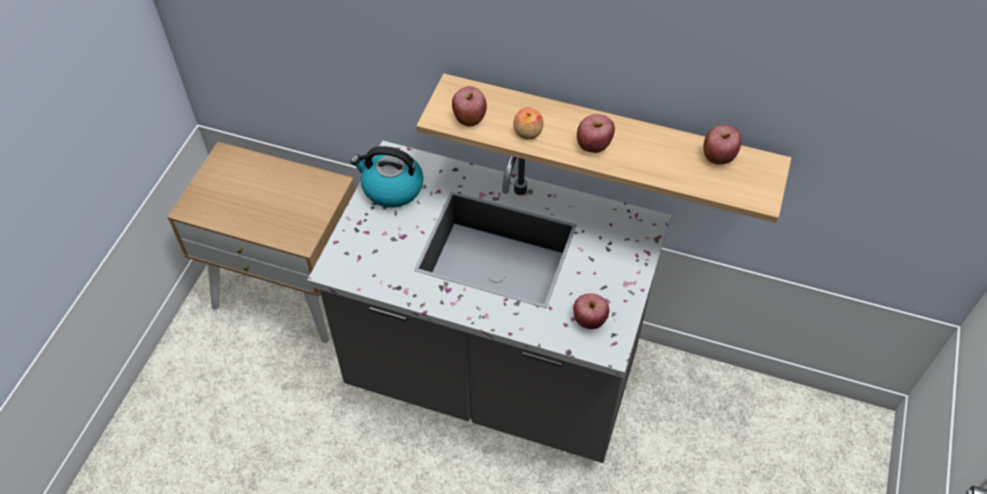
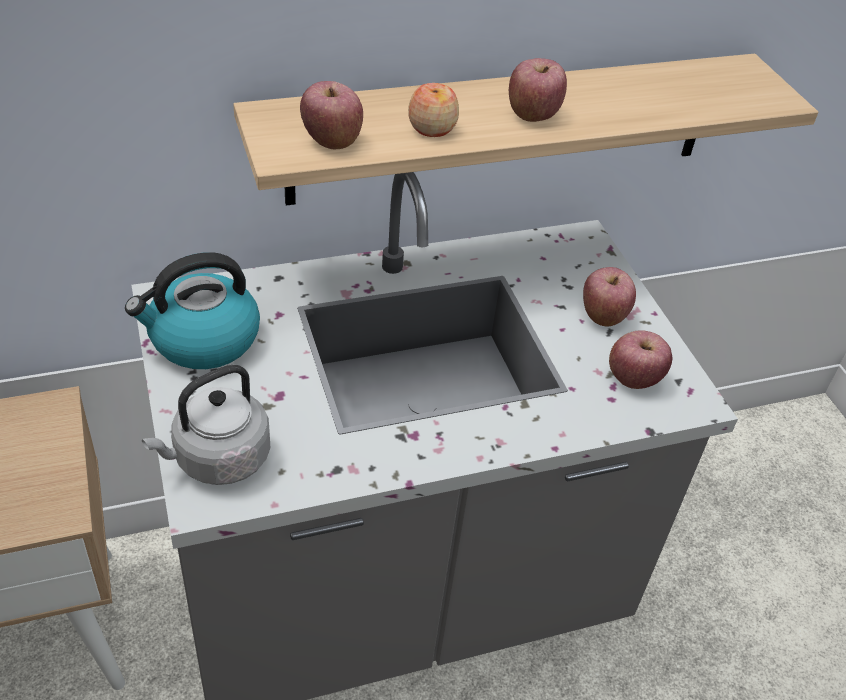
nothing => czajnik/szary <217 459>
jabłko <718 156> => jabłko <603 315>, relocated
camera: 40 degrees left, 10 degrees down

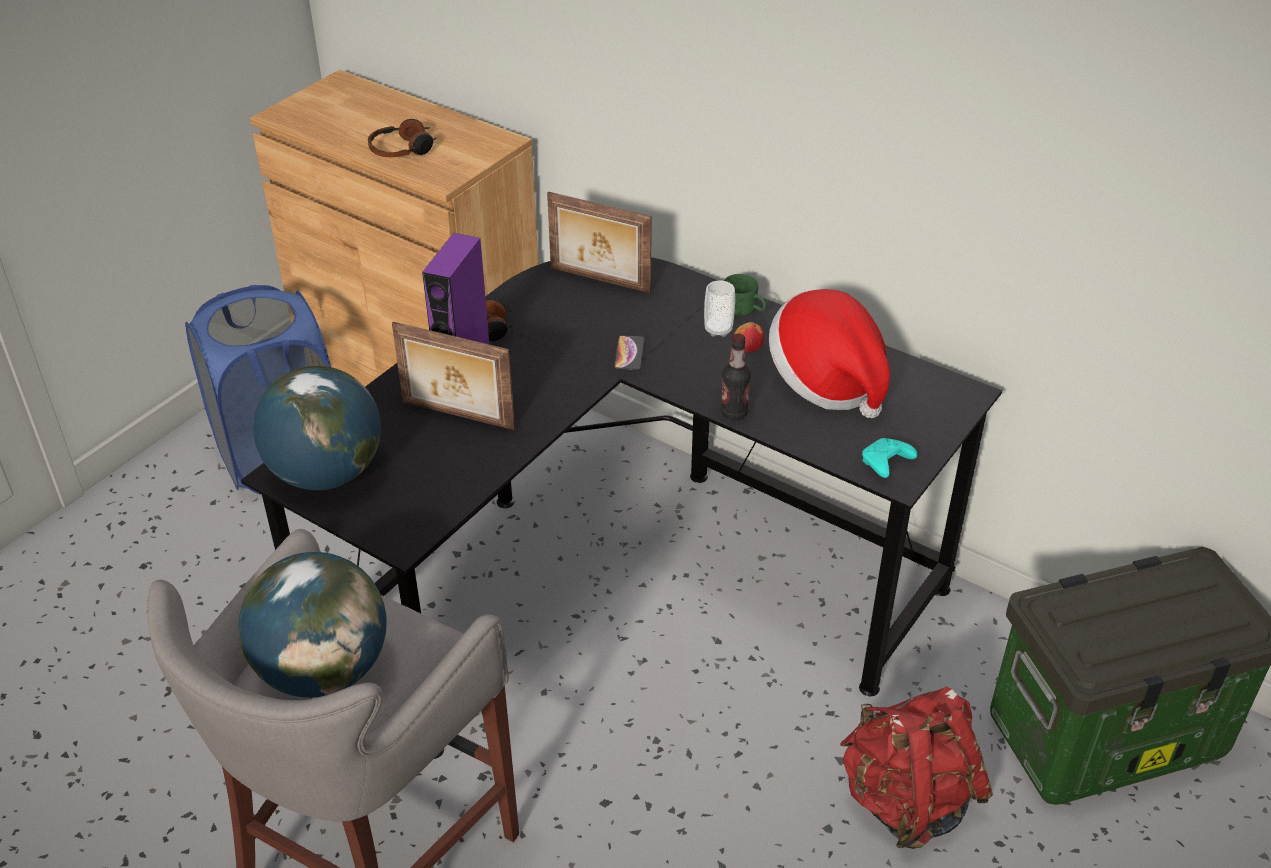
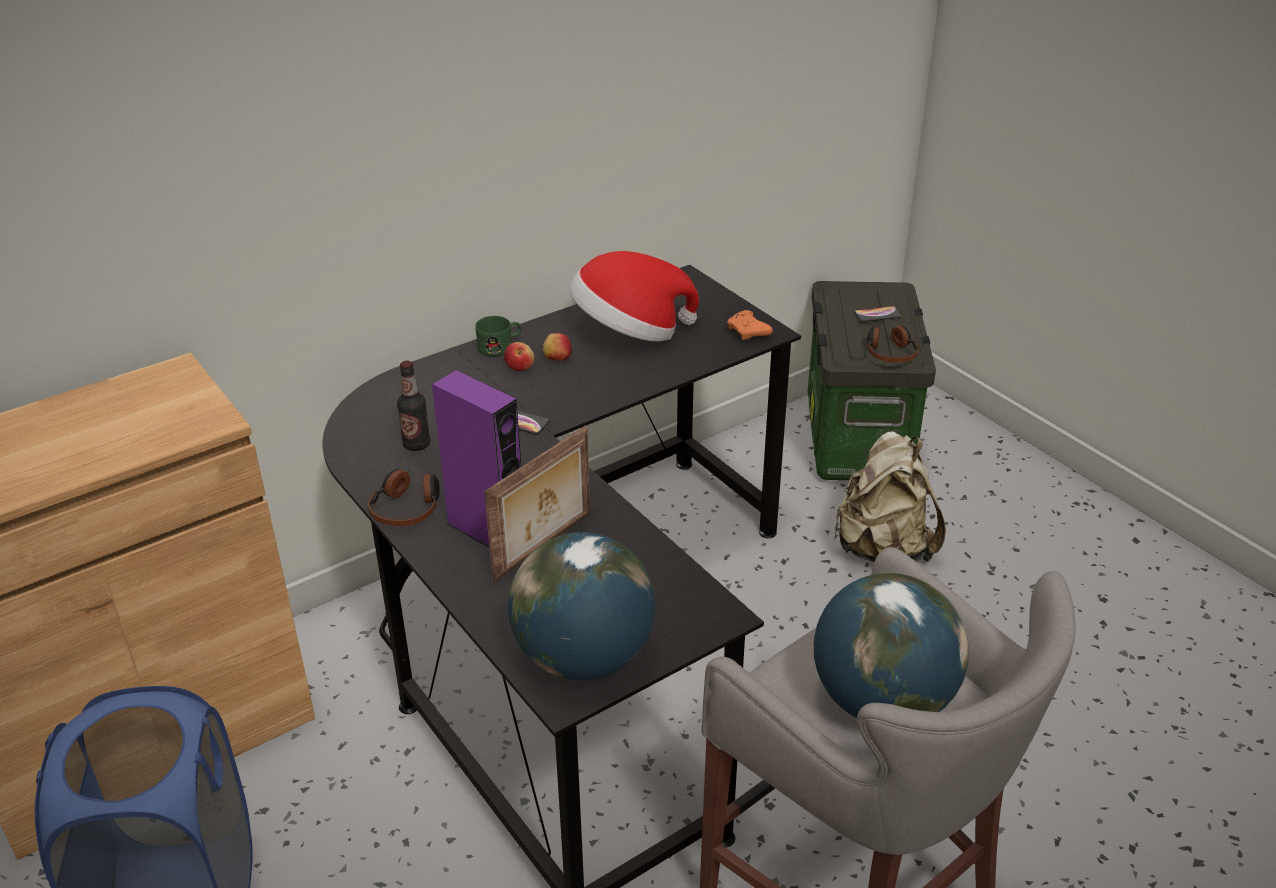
ramka na zdjęcie <599 280> => nothing
nothing => telefon <877 315>
słuchawki <403 149> => słuchawki <890 352>, relocated
butelka <734 413> => butelka <416 444>, relocated
filiżanka <718 330> => jabłko <520 366>
plecak/czerwony <906 801> => plecak/beżowy <883 548>
pad do gier/turkusowy <885 464> => pad do gier/pomarańczowy <748 332>
camera: 70 degrees left, 5 degrees down

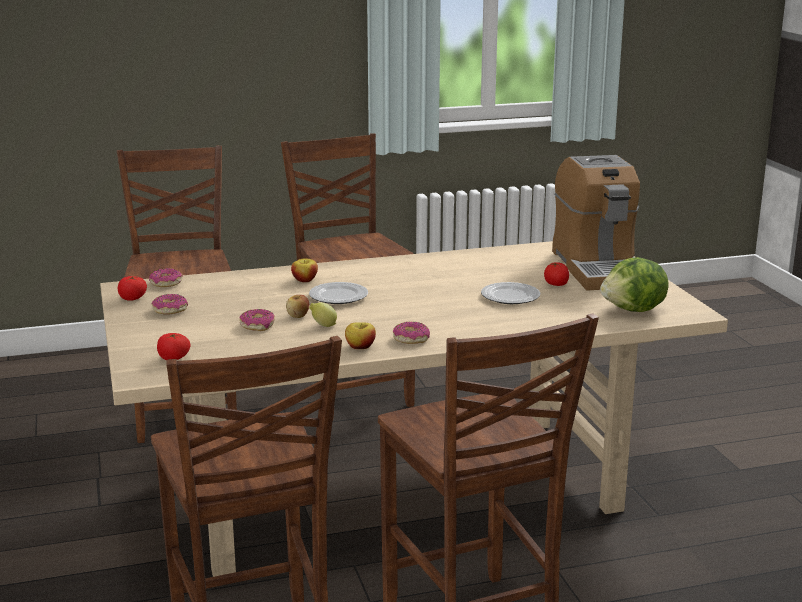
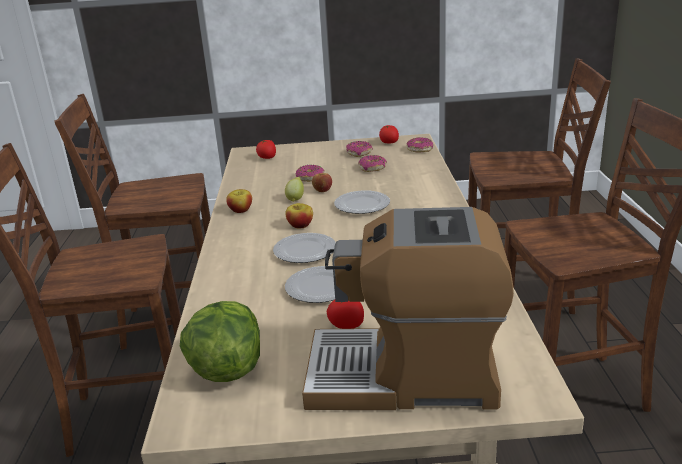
nothing => talerz <305 251>
jabłko <304 280> => jabłko <300 225>, relocated
donut <411 339> => donut <372 168>, relocated
camera: 105 degrees right, 5 degrees up

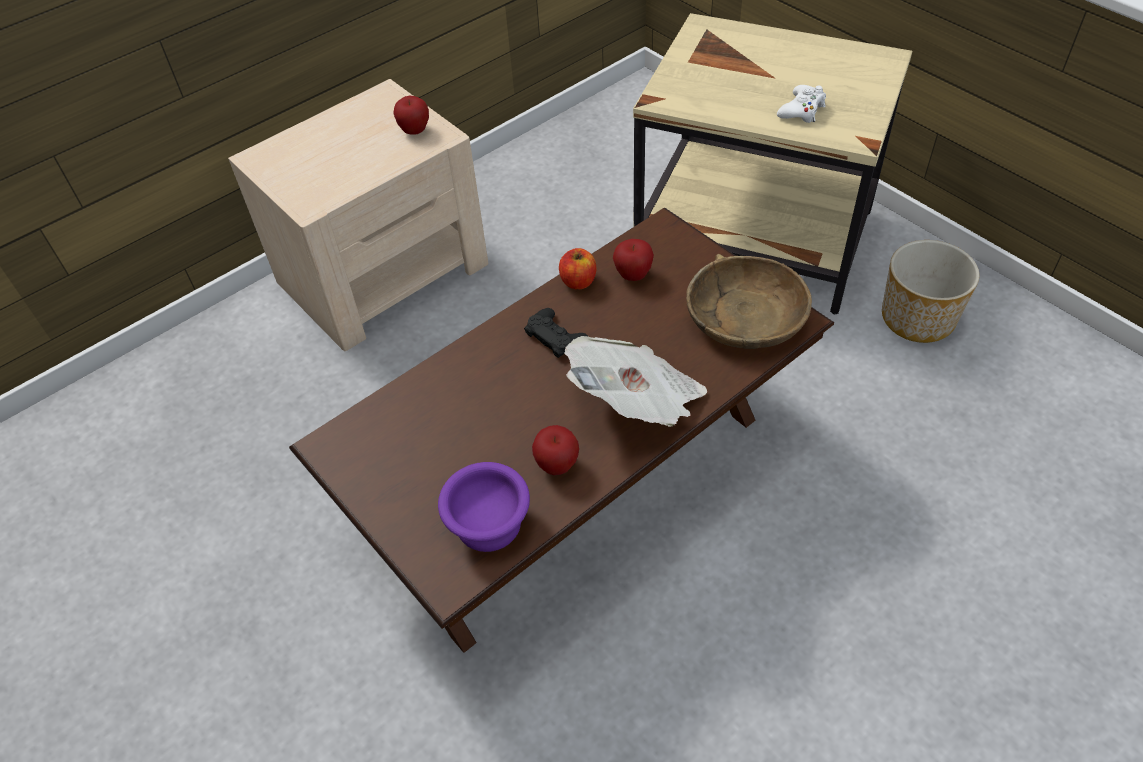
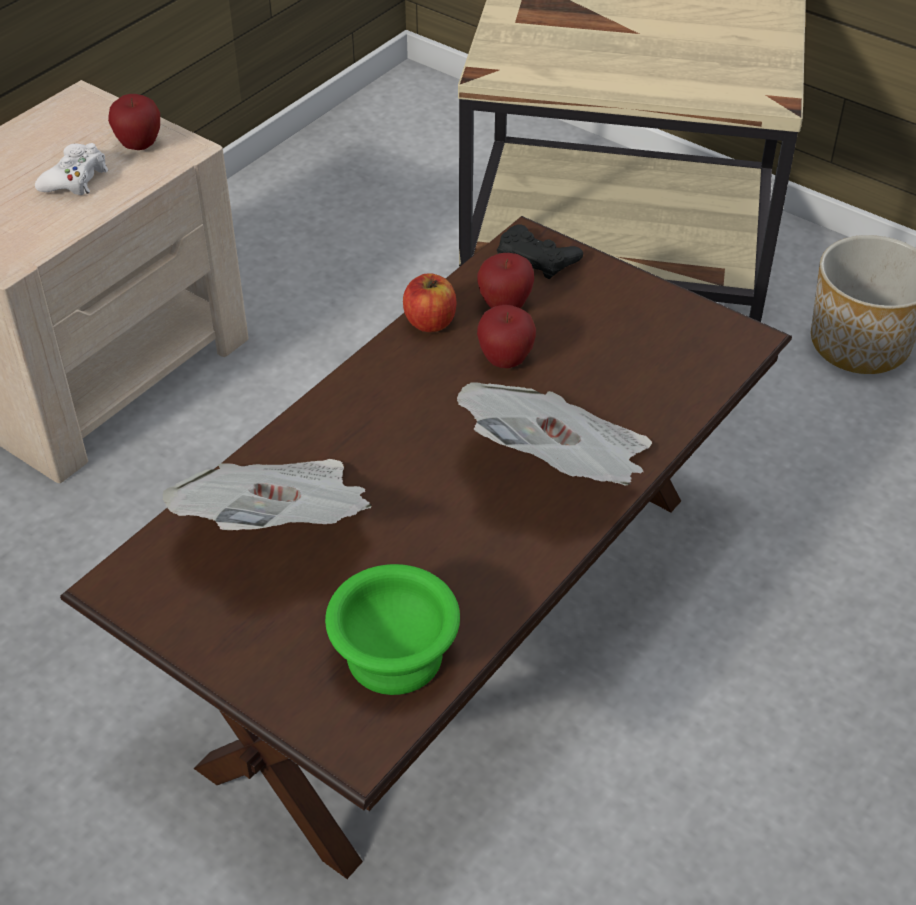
miska/brązowy <744 317> => nothing
nothing => gazeta <280 528>
pad do gier/czarny <555 337> => pad do gier/czarny <537 257>, relocated
jabłko <557 465> => jabłko <505 360>, relocated
pad do gier/biały <802 110> => pad do gier/biały <75 179>, relocated
miska/fioletowy <487 521> => miska/zielony <392 653>
camera: 15 degrees left, 5 degrees down

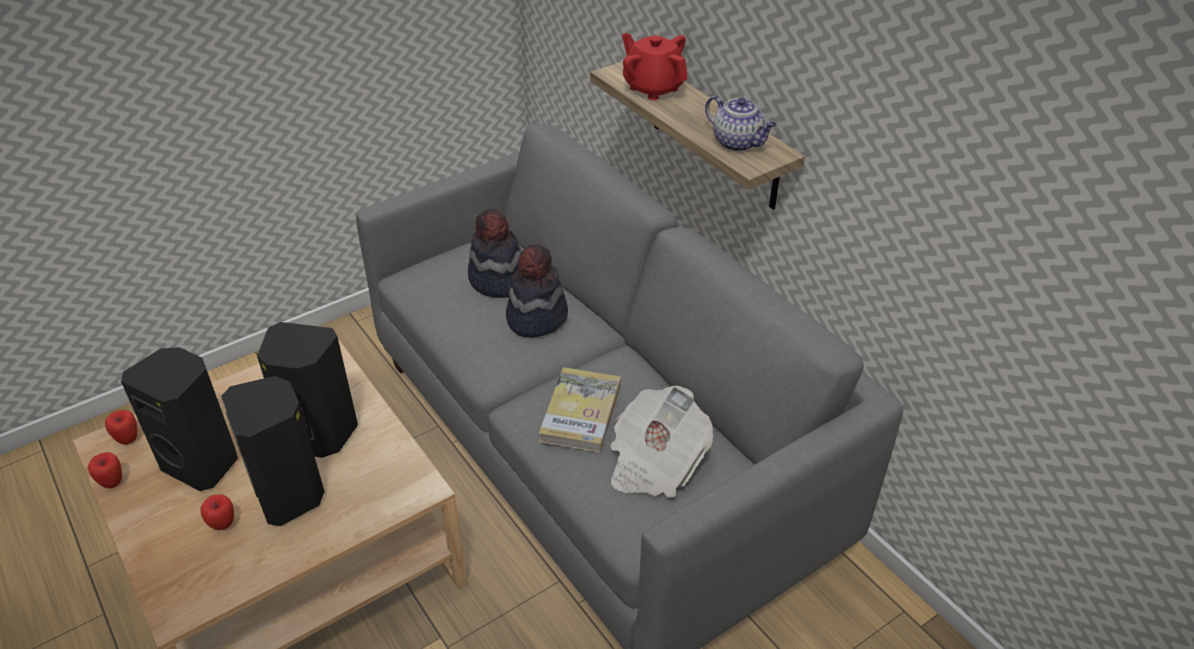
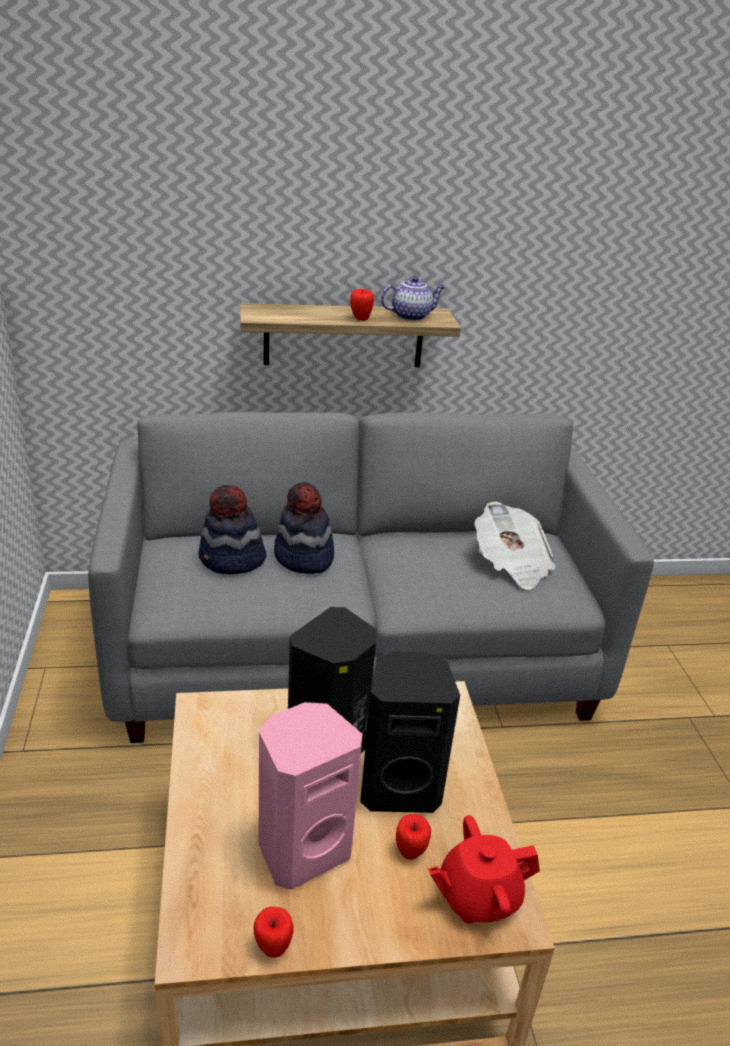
książka <581 413> => nothing
jabłko <128 439> => jabłko <360 319>, relocated
imbryk/czerwony <653 88> => imbryk/czerwony <477 897>, relocated
głośnik/czarny <203 463> => głośnik/różowy <302 849>
camera: 65 degrees left, 10 degrees down

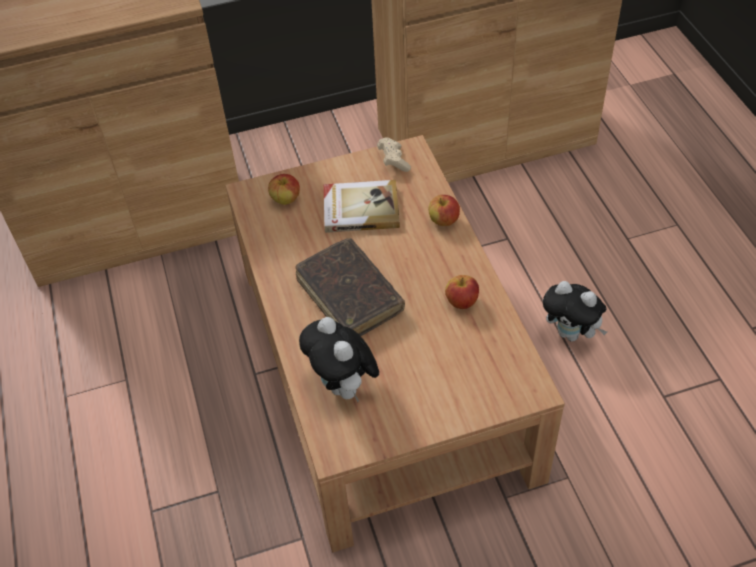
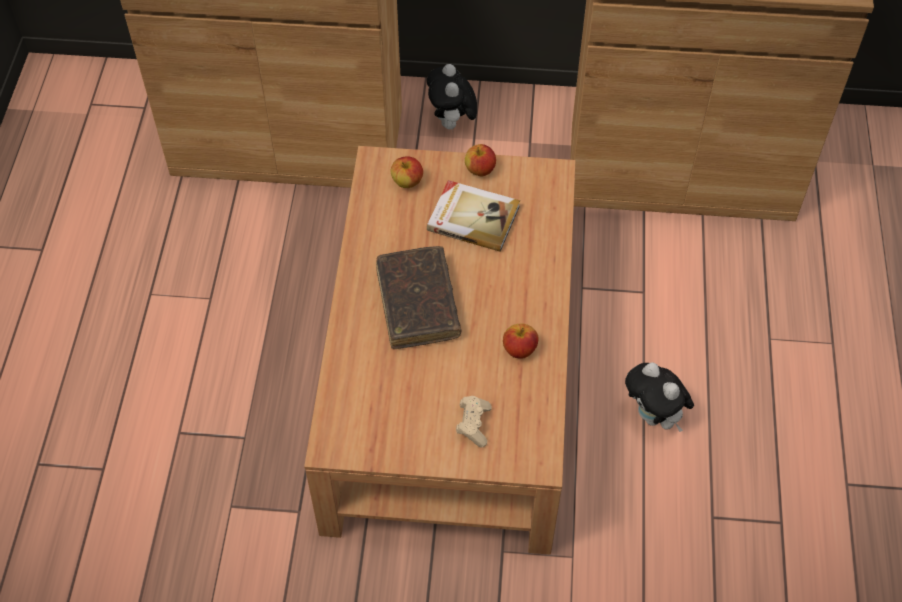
pluszak <343 386> => pluszak <452 123>, relocated
pad do gier/beżowy <393 160> => pad do gier/beżowy <473 425>, relocated
jabłko <443 221> => jabłko <480 170>, relocated
camera: 20 degrees right, 5 degrees up

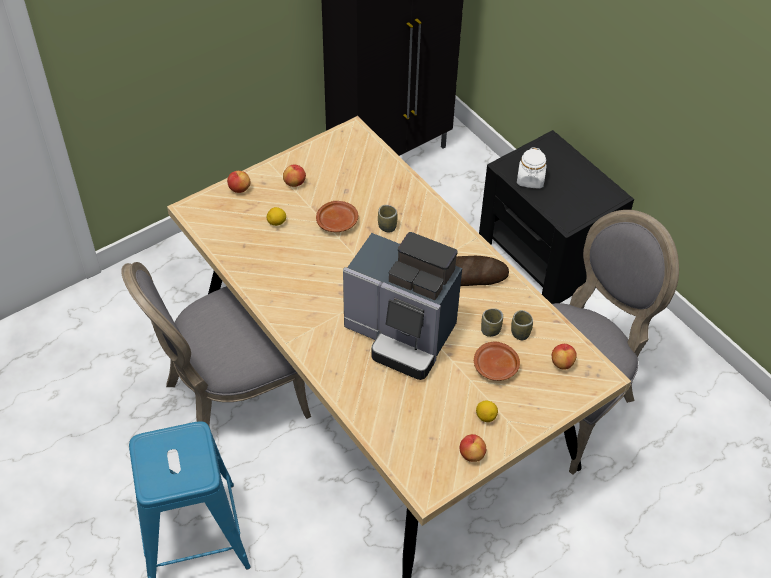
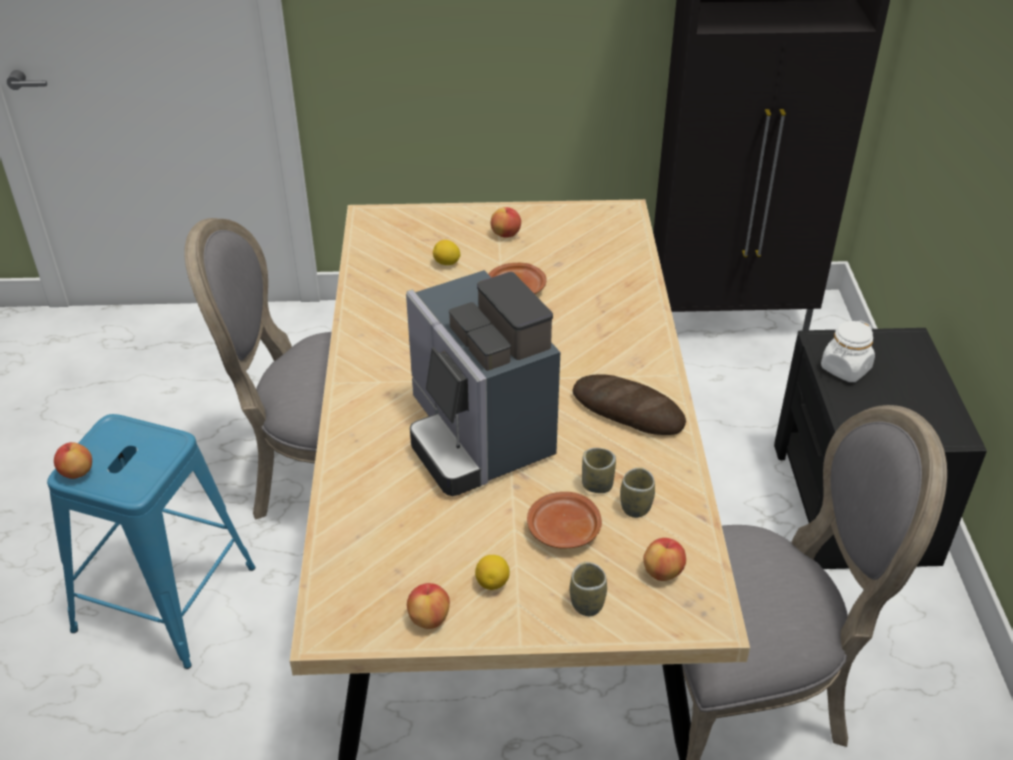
jabłko <239 189> => jabłko <77 472>, relocated
filiżanka <387 227> => filiżanka <587 603>, relocated
camera: 35 degrees right, 10 degrees down

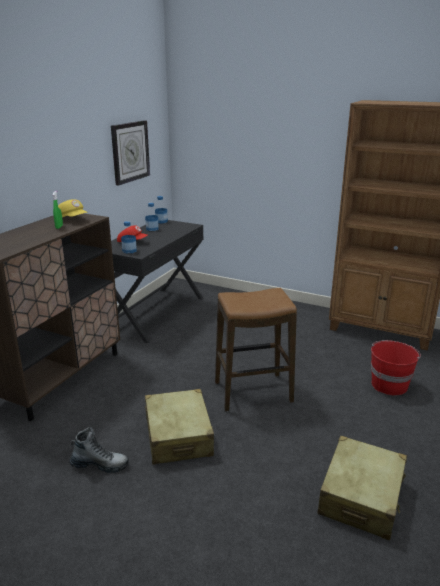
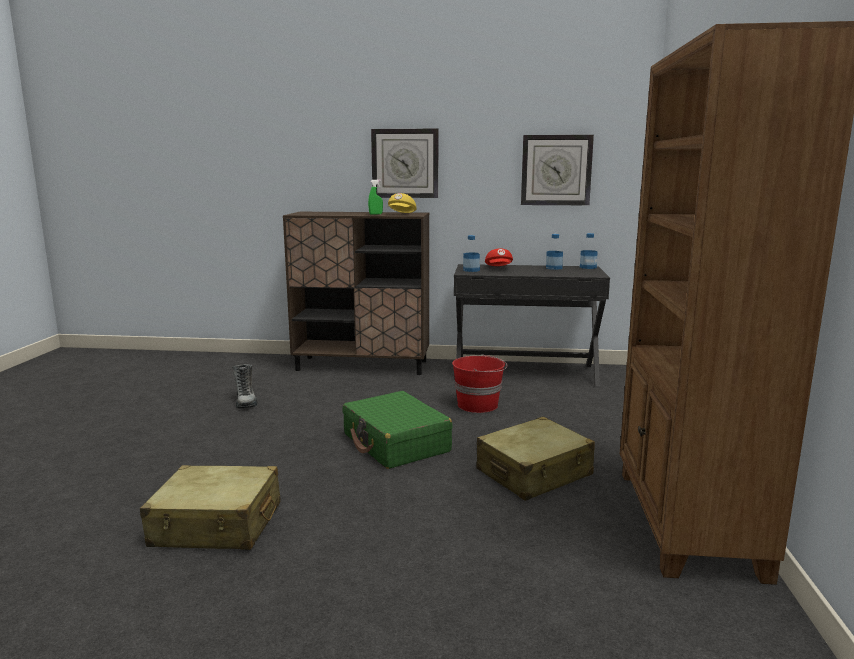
nothing => zegar ścienny <405 163>
walizka/beżowy <178 436> => walizka/beżowy <534 473>, relocated
wiadro/czerwony <389 384> => wiadro/czerwony <478 405>, relocated
stołek <253 392> => walizka/zielony <396 443>
camera: 70 degrees right, 10 degrees down

